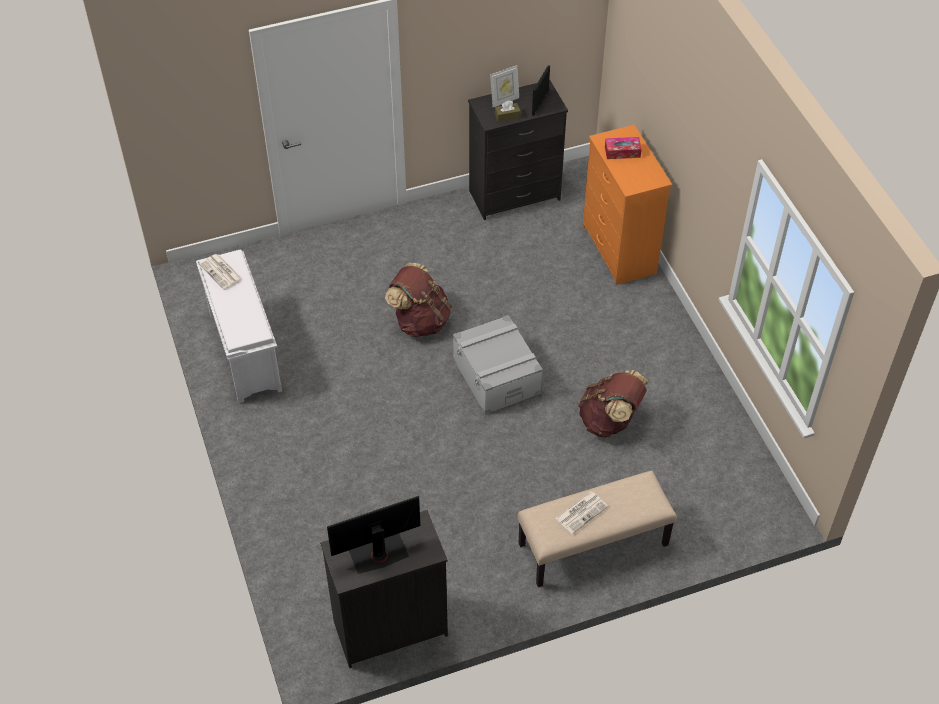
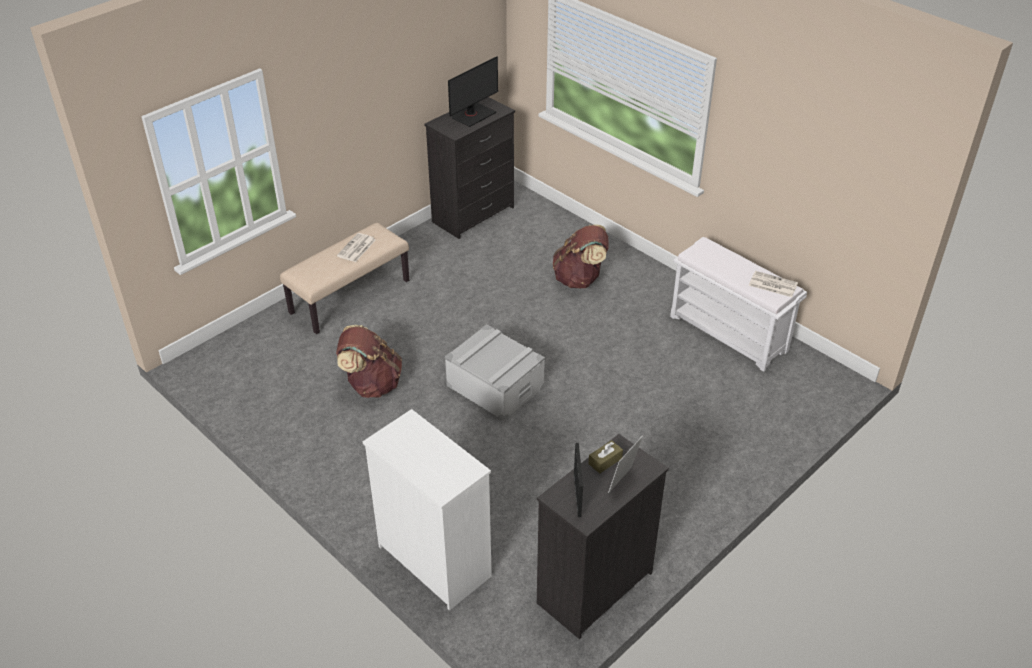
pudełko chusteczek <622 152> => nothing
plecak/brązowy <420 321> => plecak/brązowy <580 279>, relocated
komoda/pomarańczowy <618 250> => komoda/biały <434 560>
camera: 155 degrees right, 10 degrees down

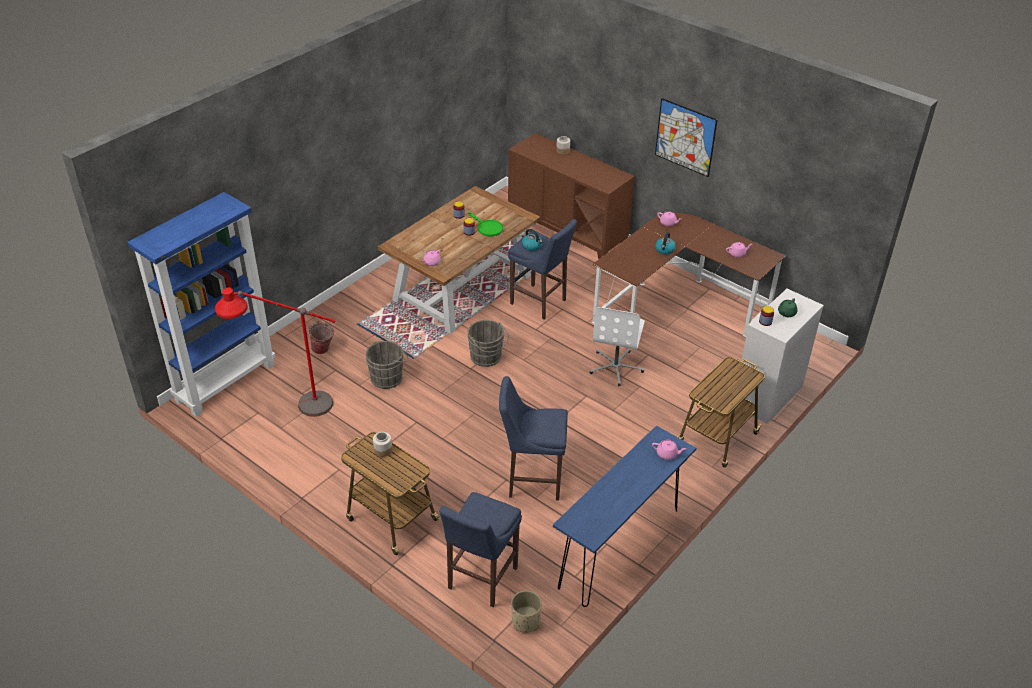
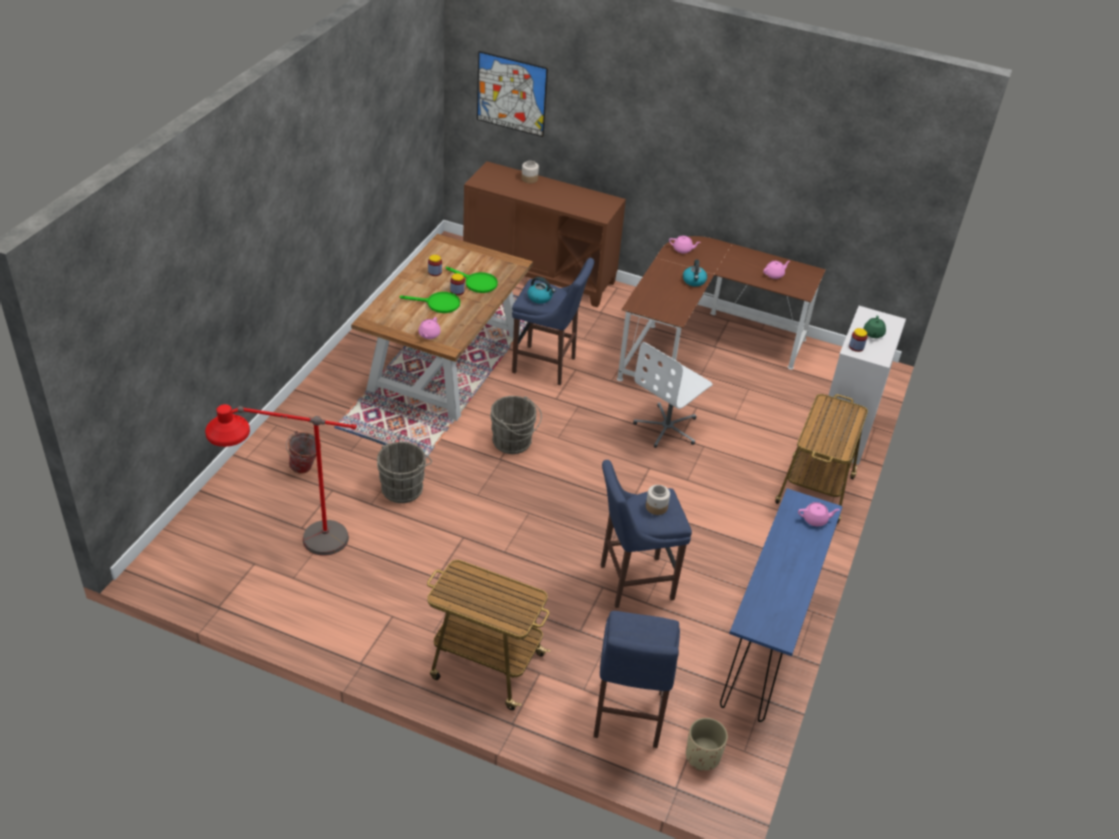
regał/niebieski <226 382> => nothing
nothing => patelnia/zielony <438 304>
słoik <383 450> => słoik <656 507>, relocated
obraz <685 137> => obraz <511 94>, relocated
krzesło biurowe/biały <616 367> => krzesło biurowe/biały <667 428>, 45 degrees clockwise
camera: 20 degrees left, 0 degrees up

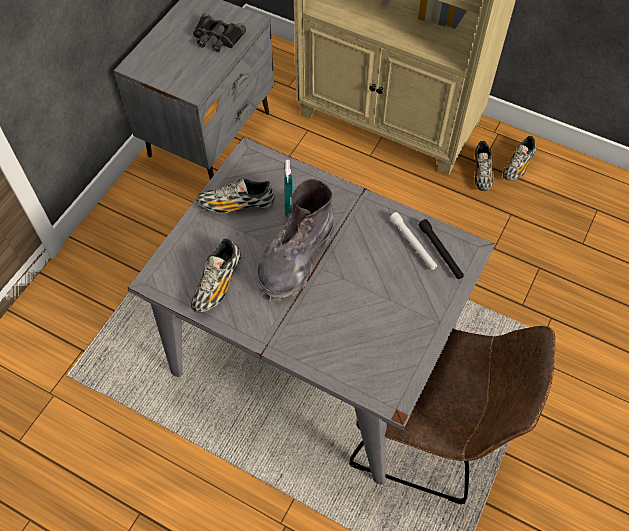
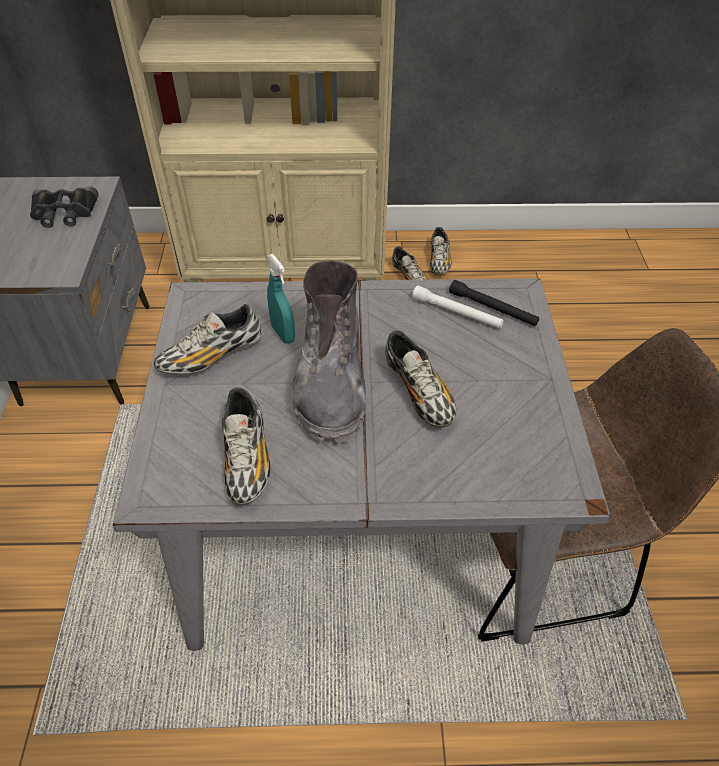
nothing => but <419 392>
camera: 30 degrees left, 10 degrees down

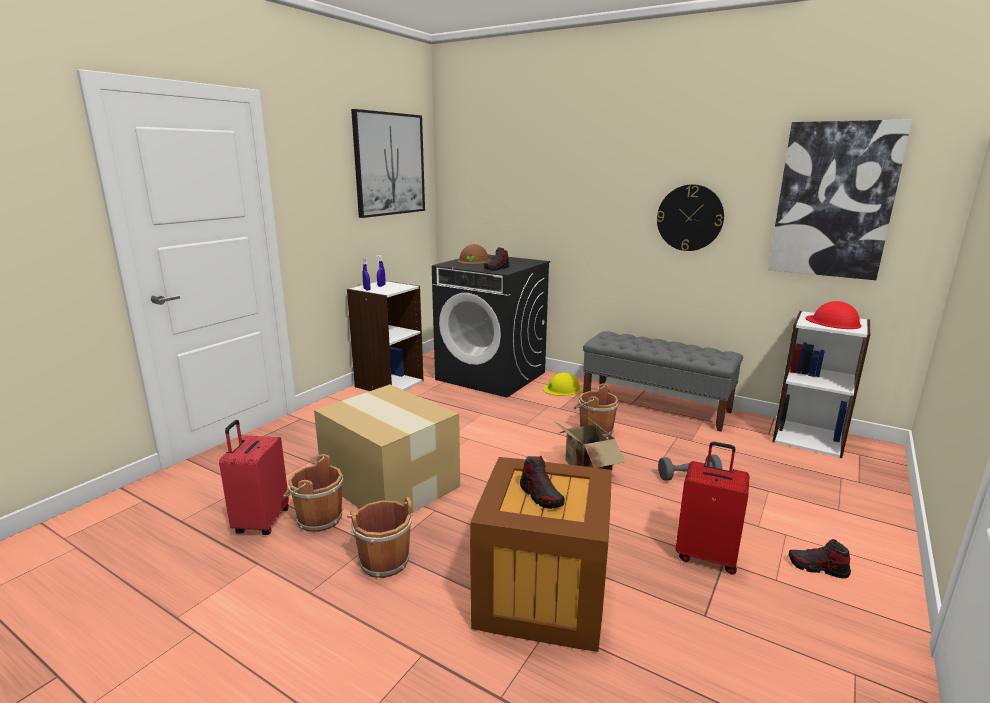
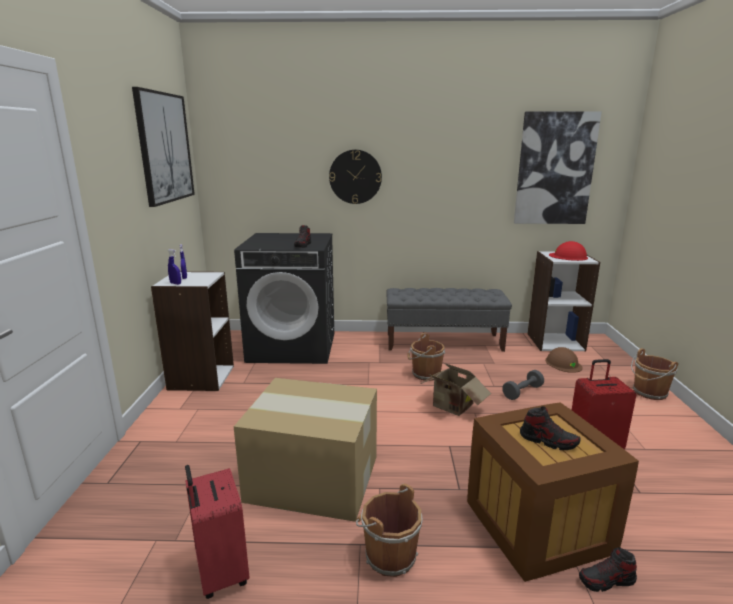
kask/żółty <562 389> => nothing
wiadro/brązowy <317 519> => wiadro/brązowy <649 393>, relocated
kask/brązowy <473 261> => kask/brązowy <563 363>, relocated
zegar ścienny <689 218> => zegar ścienny <355 177>, relocated
but <818 568> => but <606 581>, relocated
camera: 30 degrees left, 0 degrees up

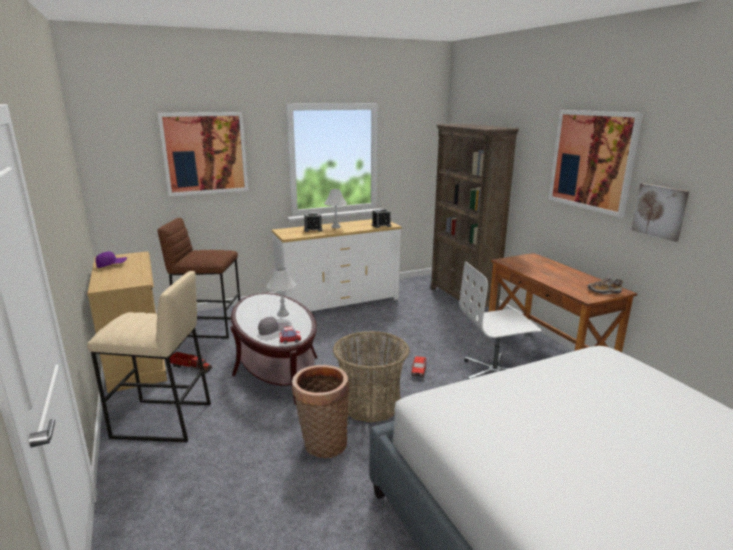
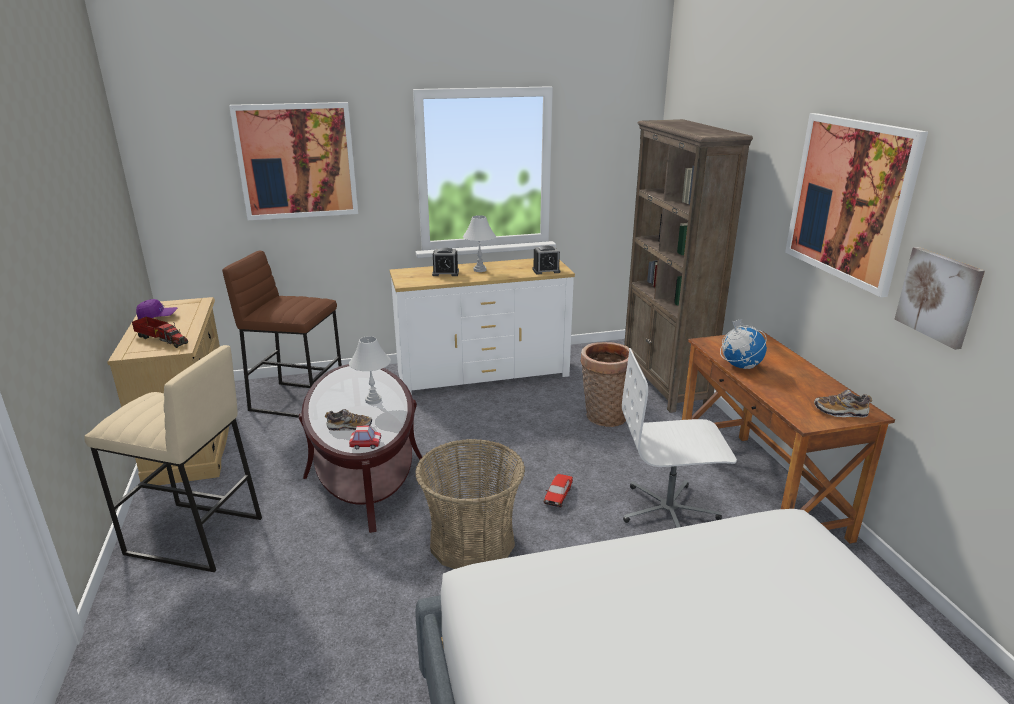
nothing => globus <740 366>
ciężarówka zabawkowa <190 367> => ciężarówka zabawkowa <161 339>, relocated
koszyk <322 444> => koszyk <603 416>, relocated
czapka z daszkiem/szary <273 331> => but <349 427>
camera: 10 degrees right, 5 degrees up

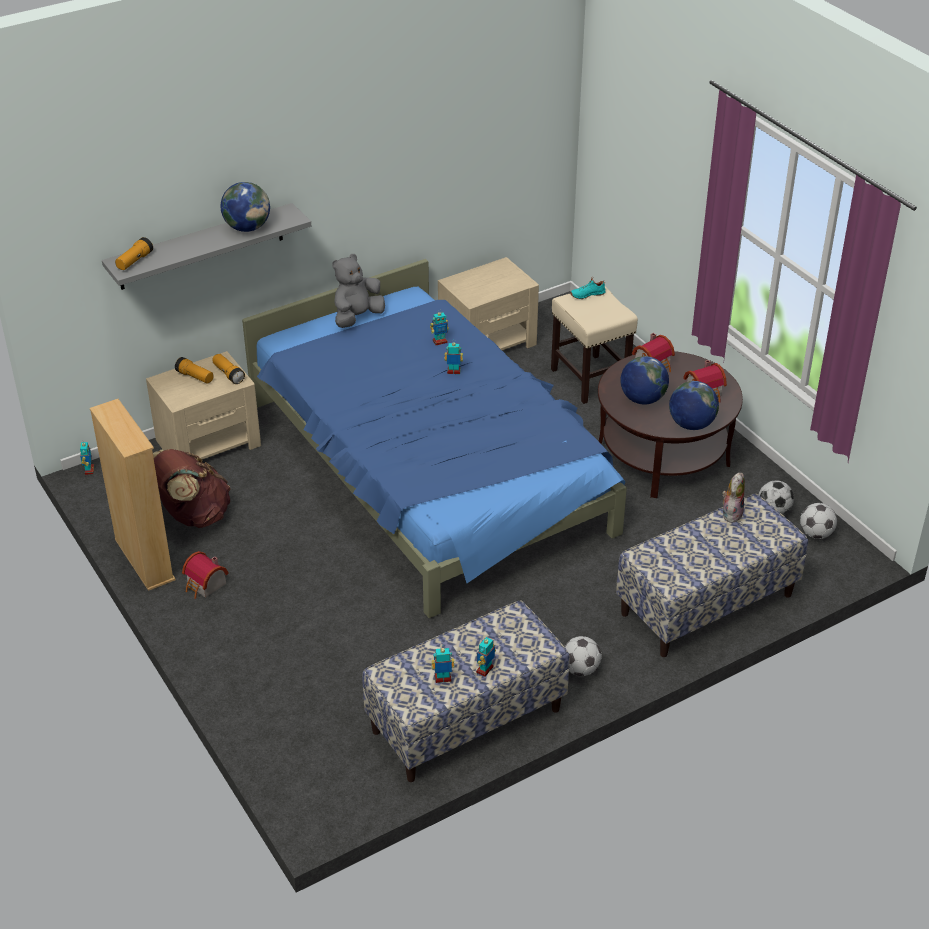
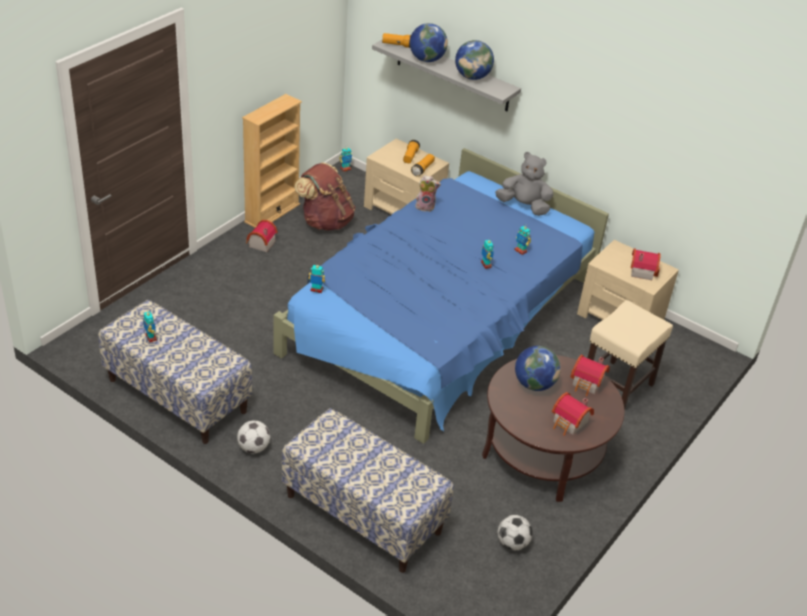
but/turkusowy <587 294> => nothing
piłka futbolowa <816 534> => nothing
nothing => domek <641 270>
robot zabawkowy <485 670> => robot zabawkowy <316 290>, relocated
globus <691 424> => globus <427 59>, relocated
pluszak <731 513> => pluszak <425 206>, relocated
camera: 65 degrees right, 0 degrees up

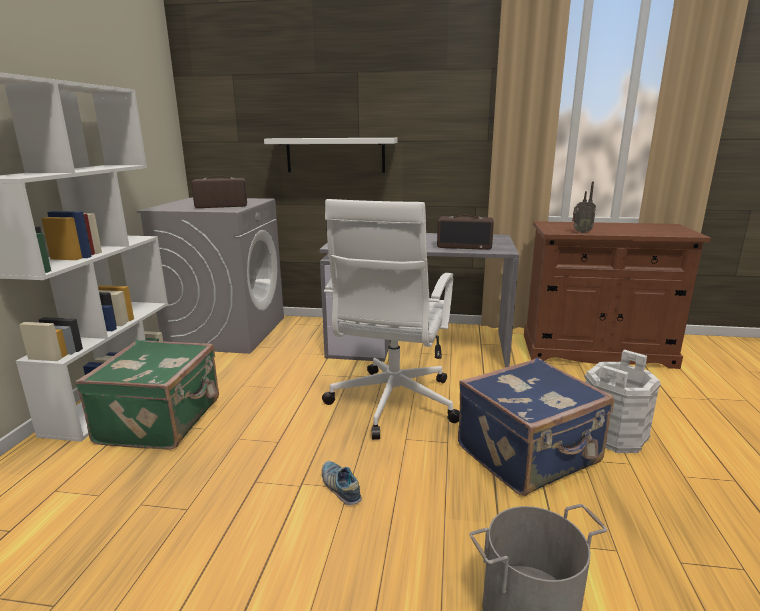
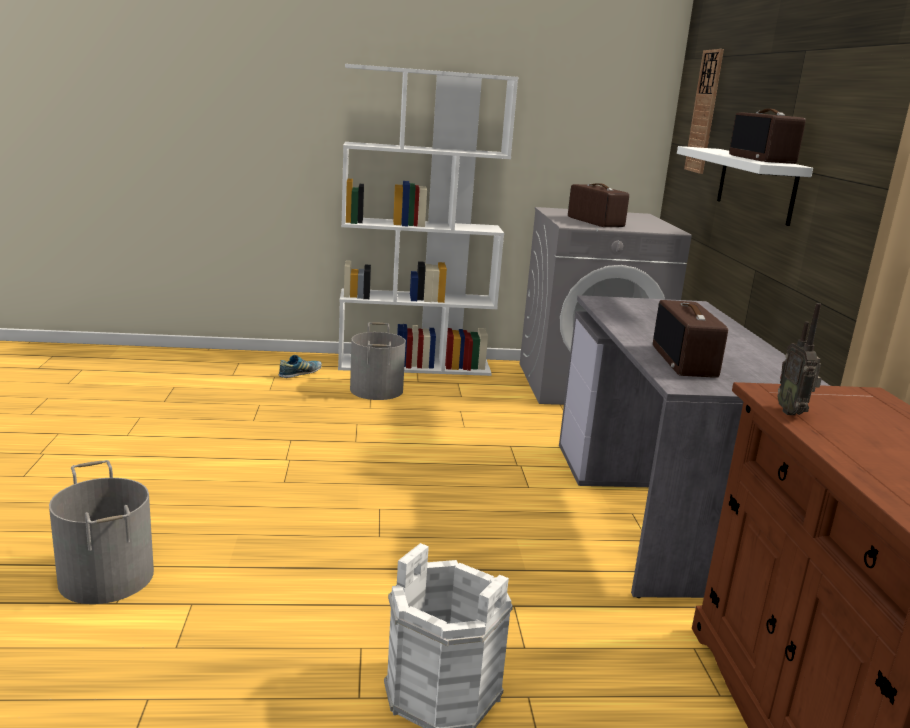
krzesło biurowe/biały <392 404> => nothing
walizka/niebieski <529 455> => nothing
nothing => zegar ścienny <704 112>
nothing => radio <762 159>
but <340 487> => but <300 374>, relocated
walizka/zielony <162 421> => wiadro/szary <377 390>
camera: 75 degrees right, 0 degrees up

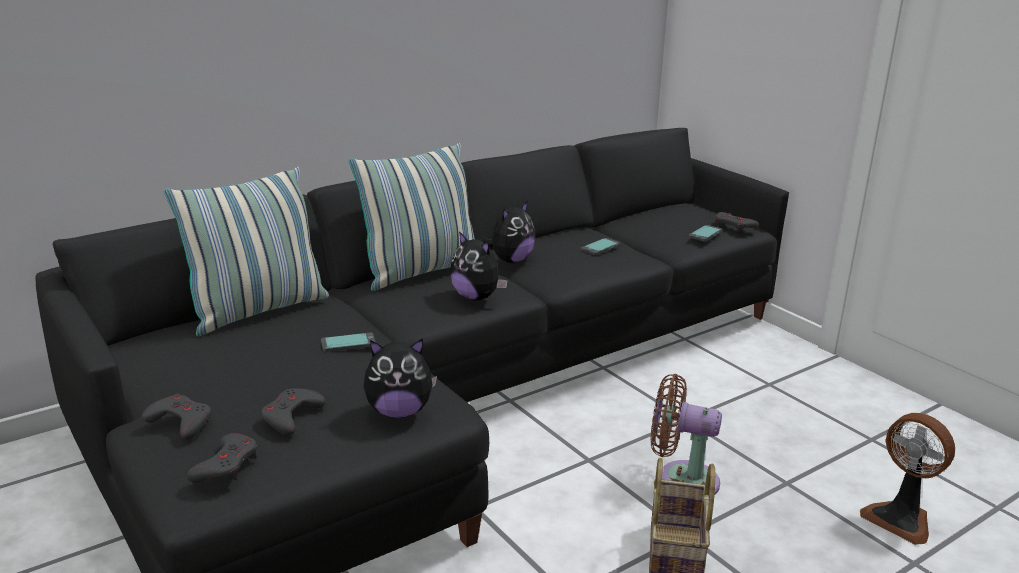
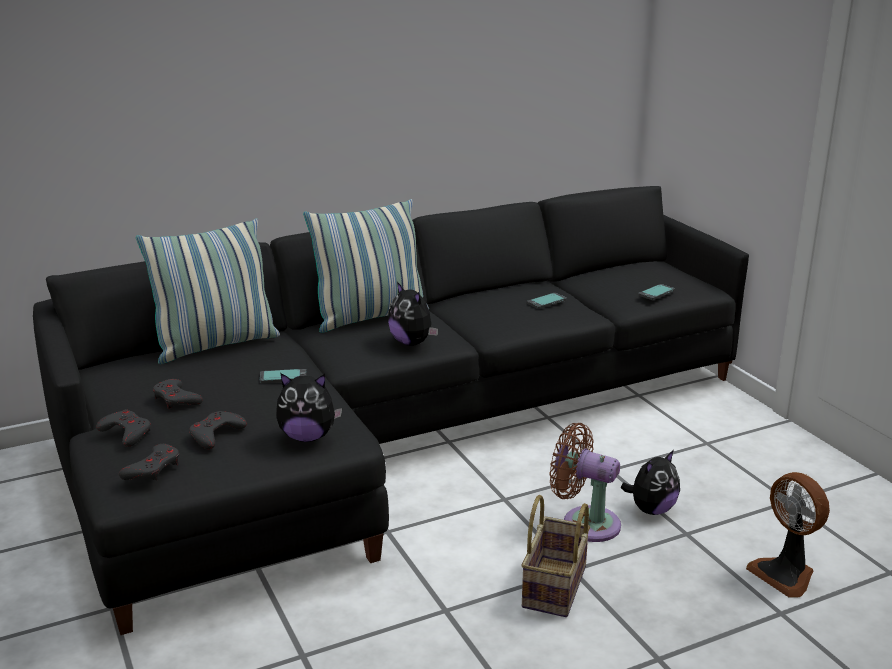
pluszak <510 260> => pluszak <651 509>, relocated
pad do gier/szary <733 226> => pad do gier/szary <176 399>, relocated
camera: 10 degrees right, 0 degrees up

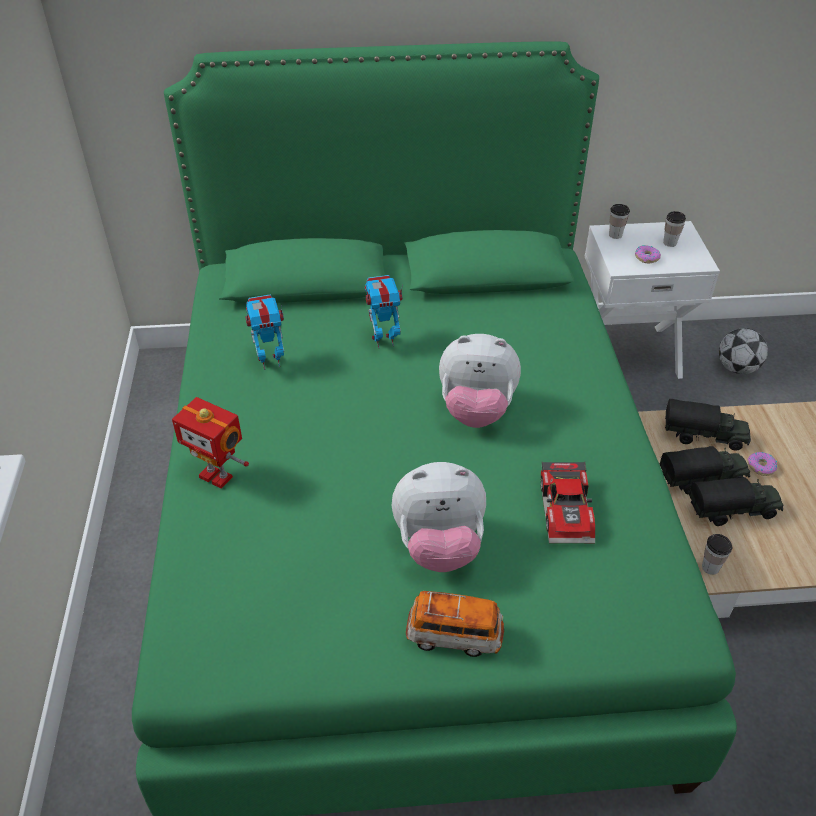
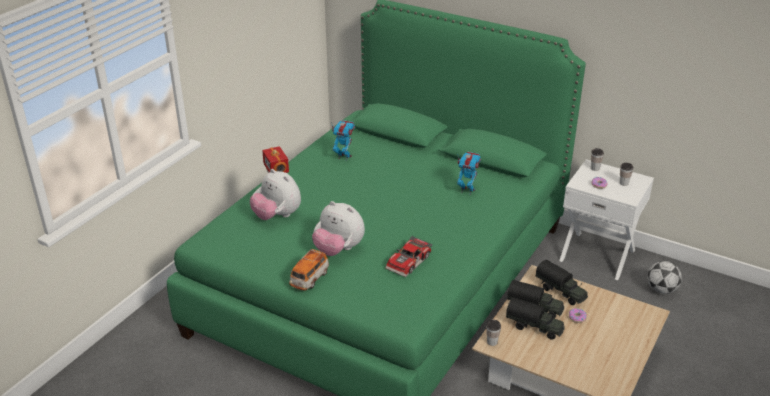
robot zabawkowy <384 341> => robot zabawkowy <467 190>, relocated
pluszak <476 411> => pluszak <277 216>, relocated
samochodzik <454 636> => samochodzik <309 279>, 75 degrees clockwise
camera: 35 degrees right, 10 degrees down

